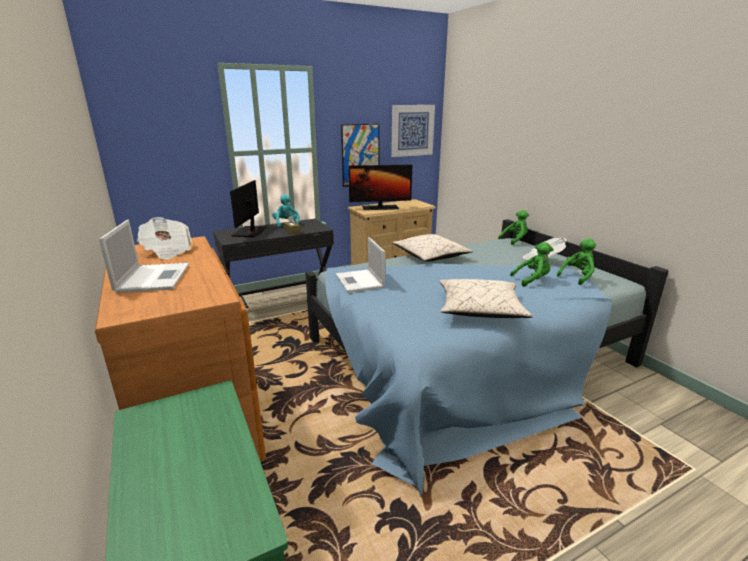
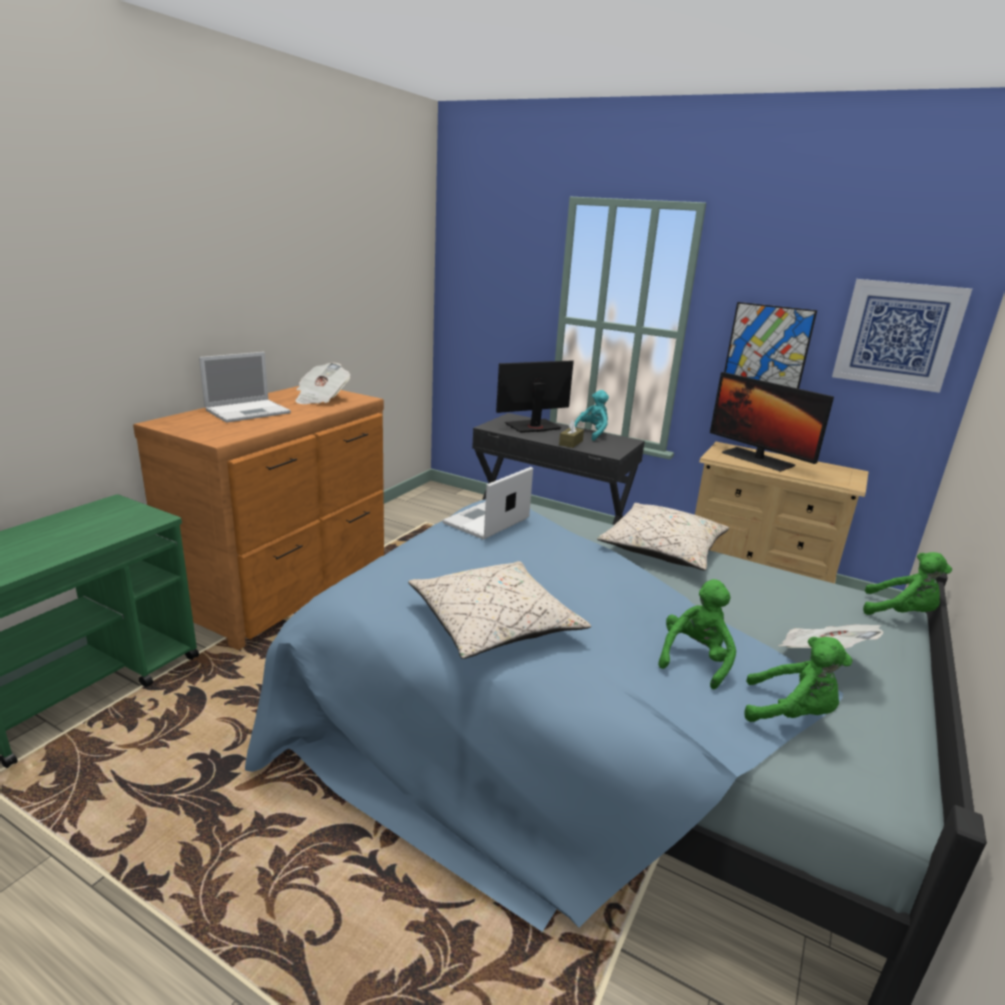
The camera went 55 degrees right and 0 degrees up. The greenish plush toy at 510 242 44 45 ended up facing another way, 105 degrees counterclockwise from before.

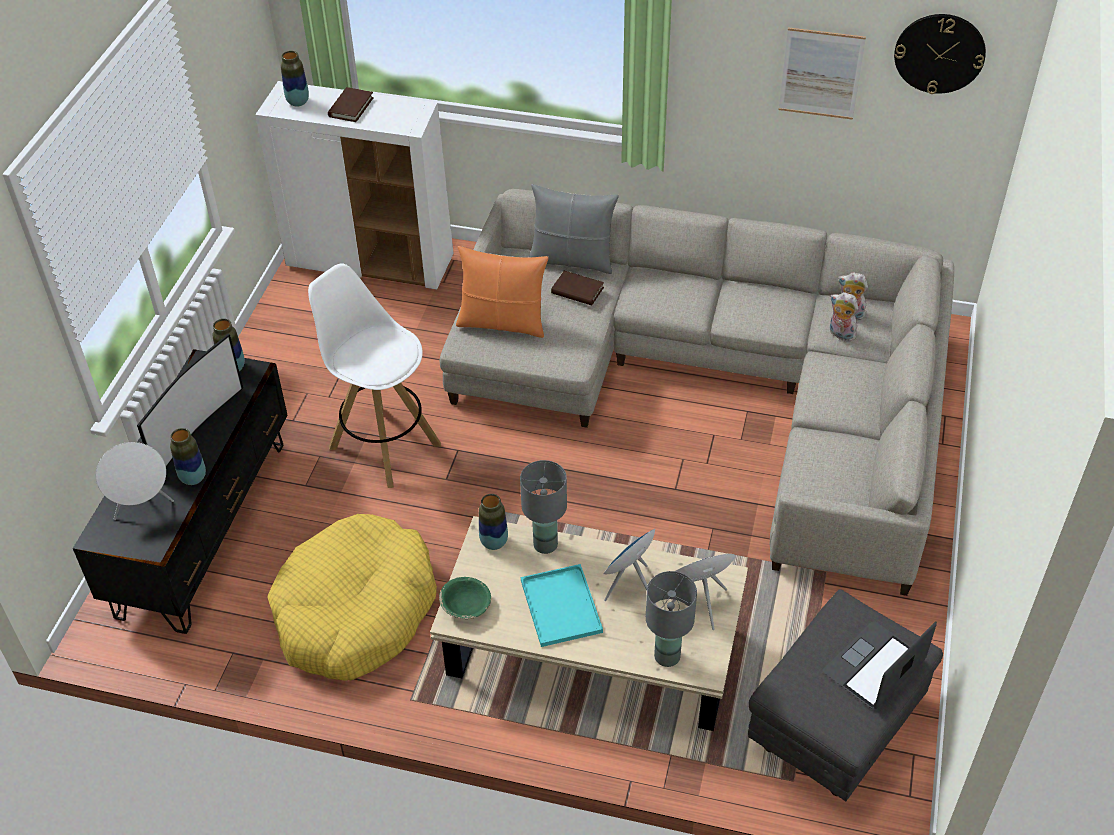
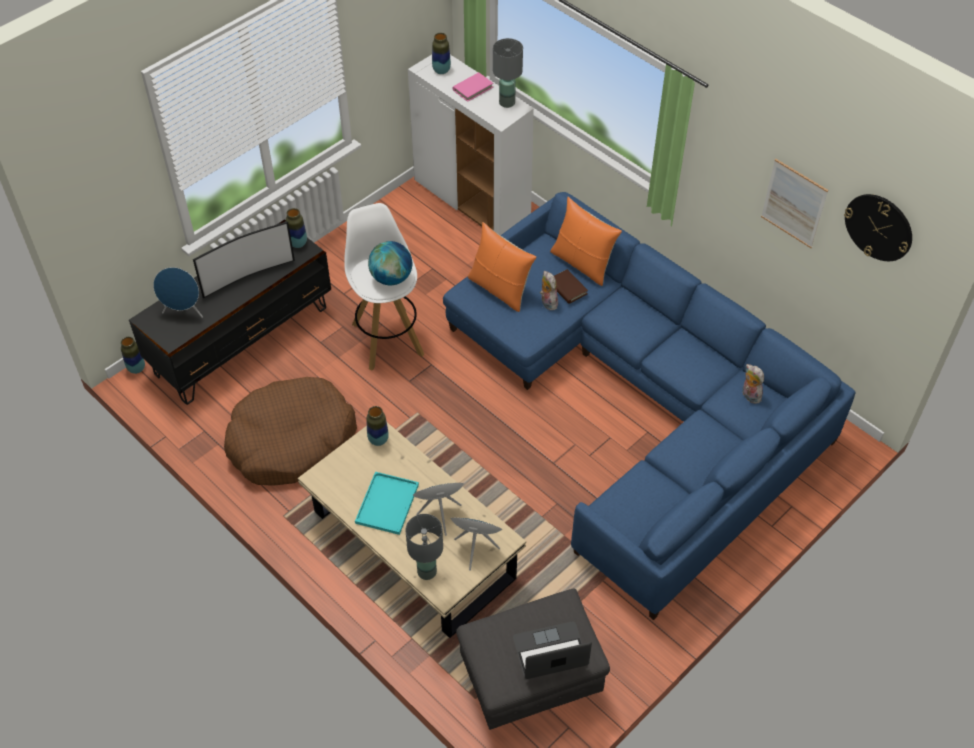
The camera went 30 degrees right and 5 degrees up. The second view lost the greenish bowl at 439 577 52 42. The second view gained the desk globe at 368 241 44 44. The vase ended up elsewhere, having gone from 170 428 36 57 to 121 337 24 37. The greyish tabletop lamp ended up elsewhere, having gone from 520 460 47 94 to 493 38 30 70. The plush toy ended up elsewhere, having gone from 830 292 29 50 to 540 271 18 39. What was the white-coloured audio speaker at 96 442 78 78 turned into the blue audio speaker at 153 267 50 51. What was the yellowish dog bed at 267 514 170 167 turned into the brownish dog bed at 224 377 133 109. What was the brownish volume at 328 87 46 35 turned into the pink volume at 453 72 40 30. What was the beige-coloured settee at 439 189 515 407 turned into the blue settee at 443 192 413 428. What was the greyish cushion at 529 184 90 90 turned into the orange cushion at 550 197 72 89.

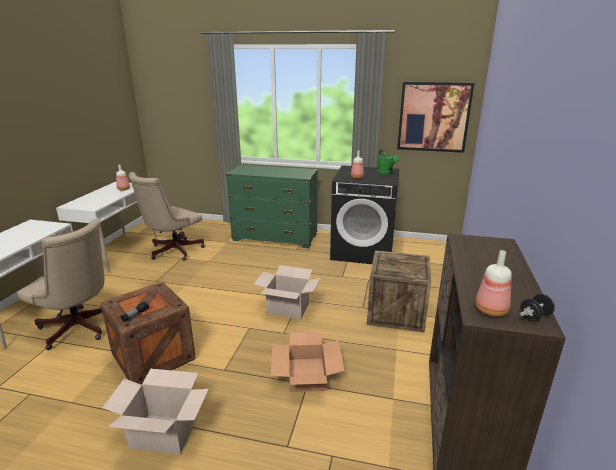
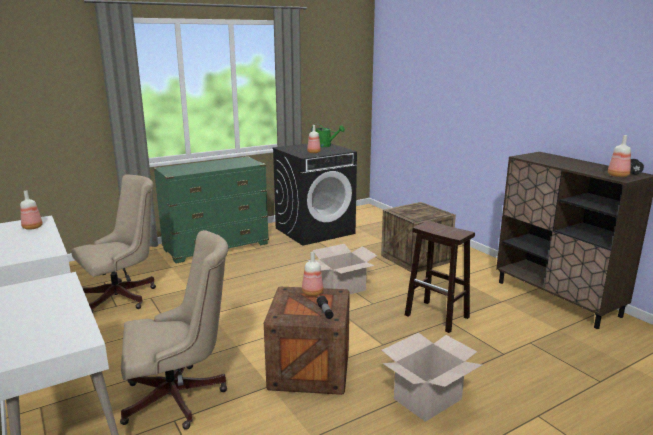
The camera went 45 degrees left and 5 degrees down. The second view lost the picture at 397 82 77 71. The second view gained the bottle at 302 251 22 45. Where the cardboard box stood at 271 332 73 60, the brownish stool seat came to stand at 405 221 70 112. The beige-coloured computer chair at 129 172 76 89 ended up facing another way, 120 degrees counterclockwise from before.

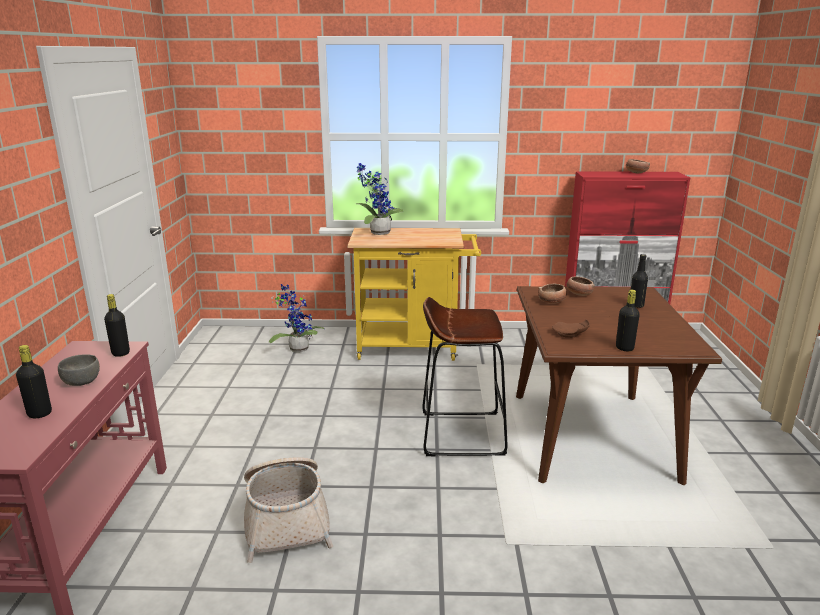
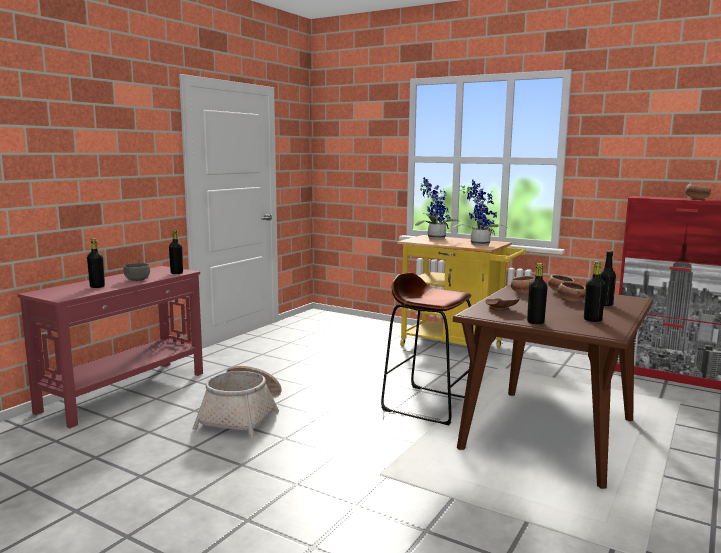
The camera went 30 degrees right and 10 degrees down. The second view gained the bowl at 557 282 29 20. The second view gained the black-coloured bottle at 584 261 22 61. The plant in a pot ended up elsewhere, having gone from 269 284 56 68 to 451 179 57 67.

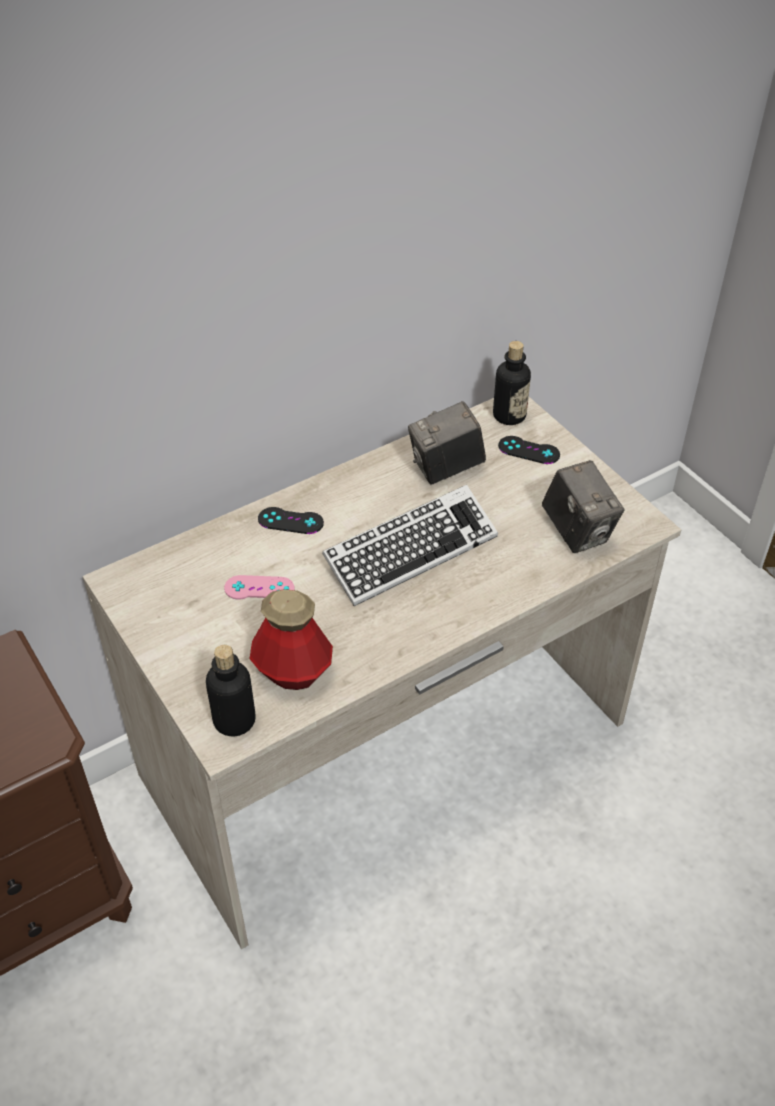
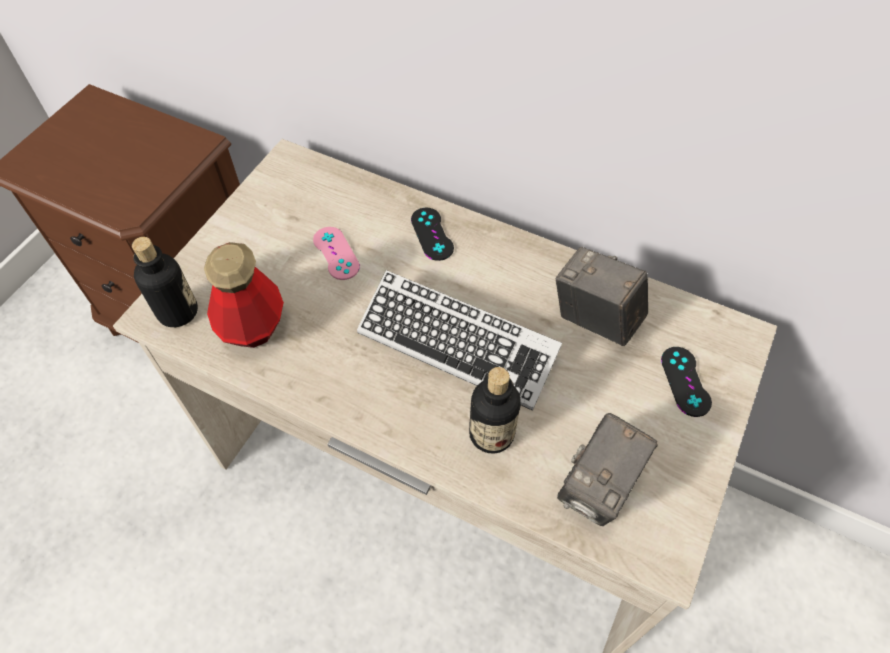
The camera went 60 degrees right and 10 degrees up. The bottle ended up elsewhere, having gone from 493 341 38 84 to 469 367 51 87.

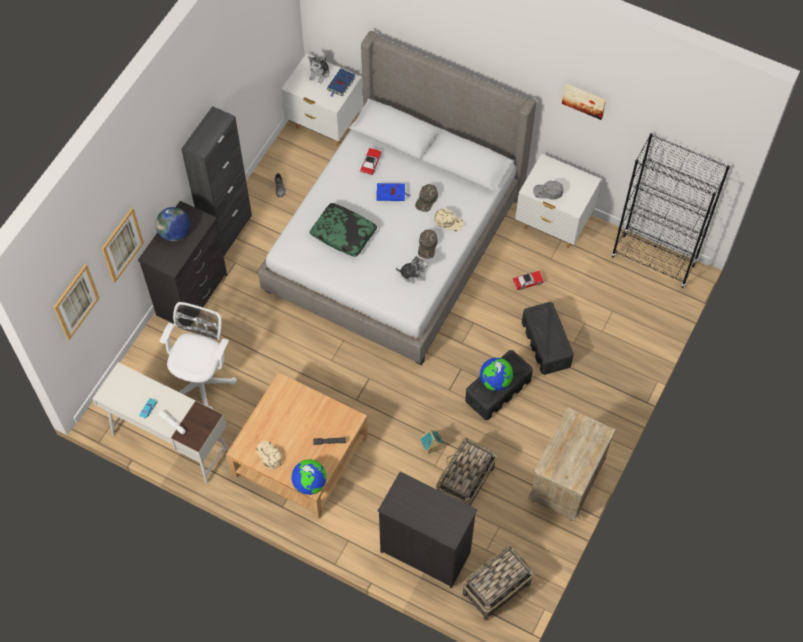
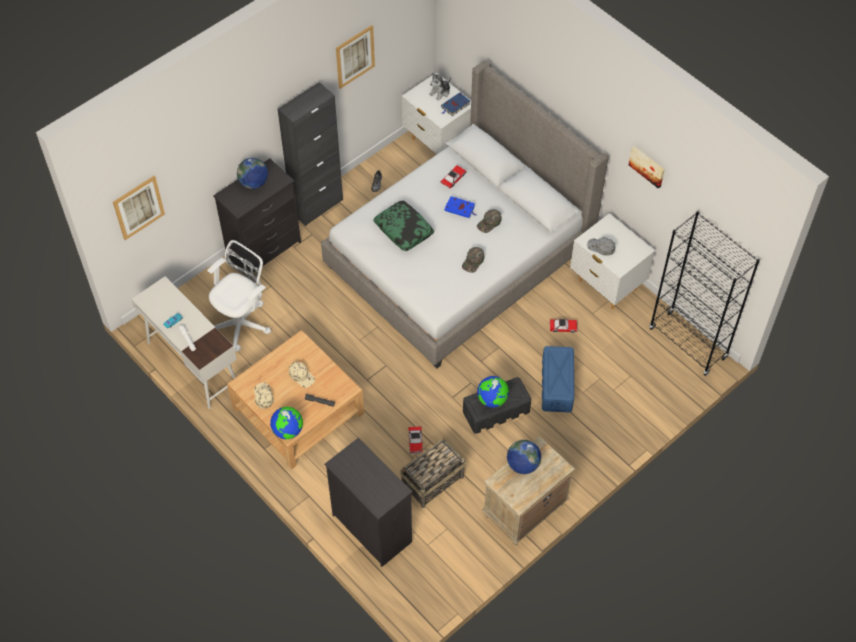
The camera went 20 degrees right and 5 degrees down. The second view lost the plush toy at 396 256 32 27. The second view lost the storage basket at 463 545 71 75. The second view gained the desk globe at 507 440 34 34. The picture ended up elsewhere, having gone from 101 207 43 76 to 336 25 39 64. The beige-coloured cap ended up elsewhere, having gone from 434 208 30 23 to 289 362 26 26. Where the model house stood at 420 429 24 25, the miniature car came to stand at 408 427 15 27. What was the black-coloured storage bin at 522 302 52 73 turned into the blue storage bin at 542 346 32 66.

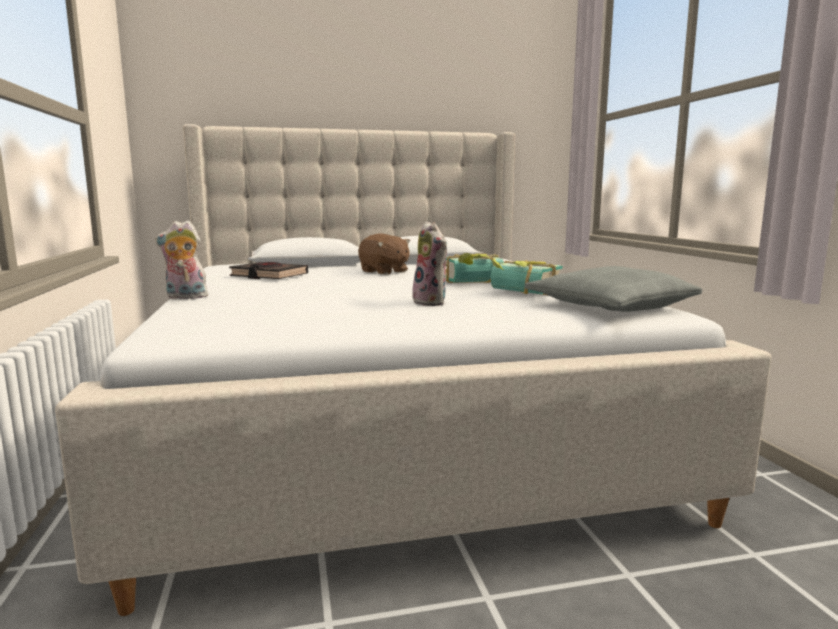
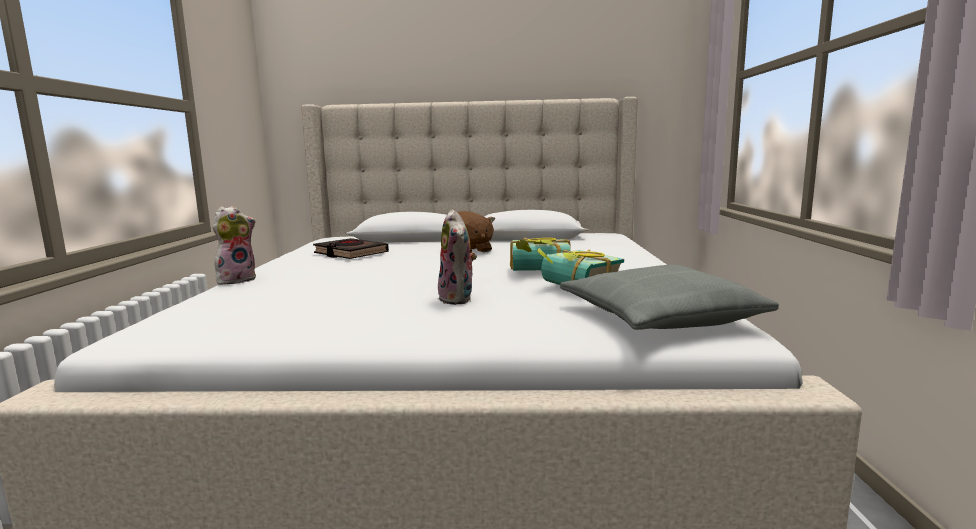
The camera went 15 degrees right and 0 degrees up. The plush toy at 155 220 53 79 ended up facing another way, 120 degrees clockwise from before.

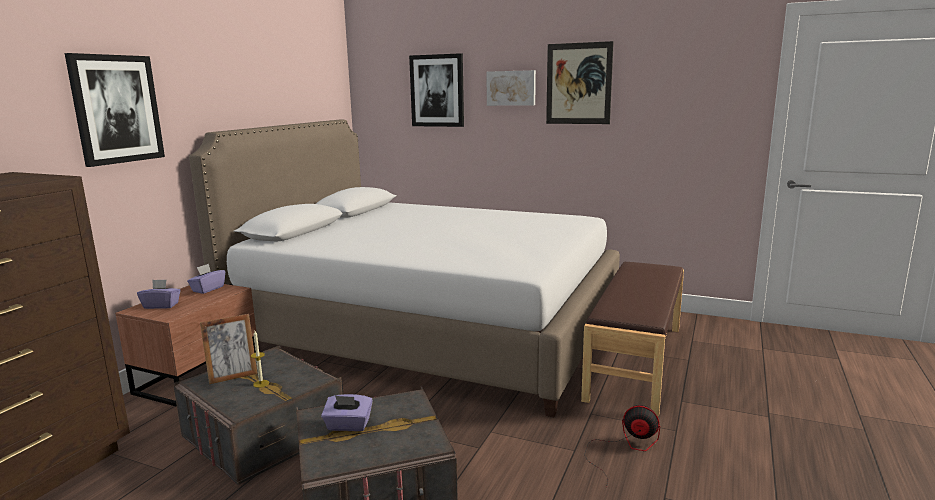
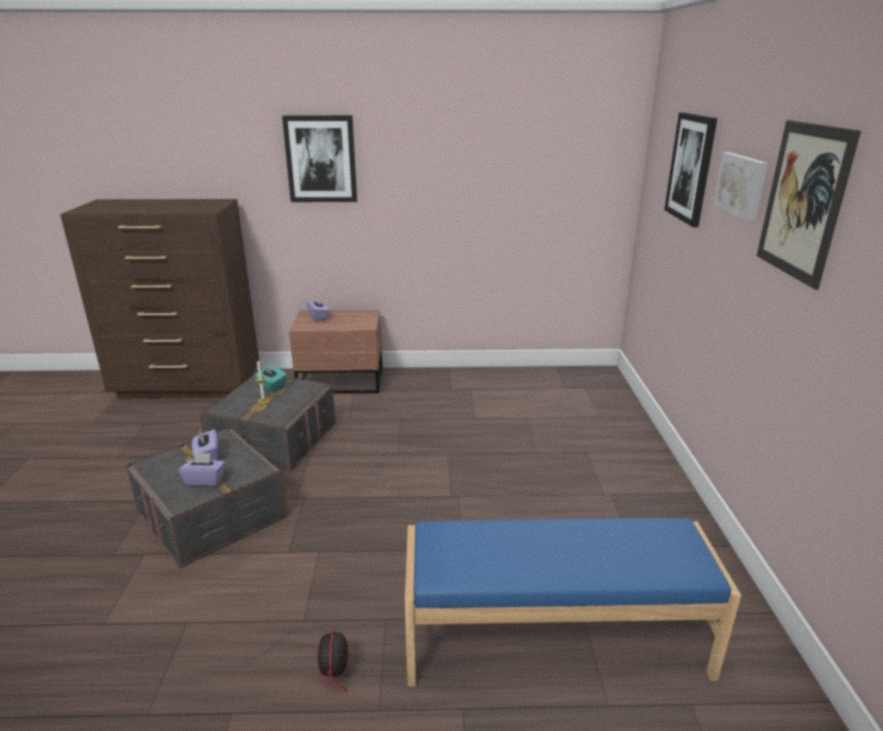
The camera went 65 degrees right and 10 degrees up. The second view lost the white-coloured sleeping bed at 189 120 431 297. The purple-coloured tissue box ended up elsewhere, having gone from 187 264 38 30 to 178 453 47 33. Where the picture frame stood at 200 314 58 70, the blue-green tissue box came to stand at 254 366 33 26. What was the brownish bench at 581 262 103 154 turned into the blue bench at 405 518 336 169.

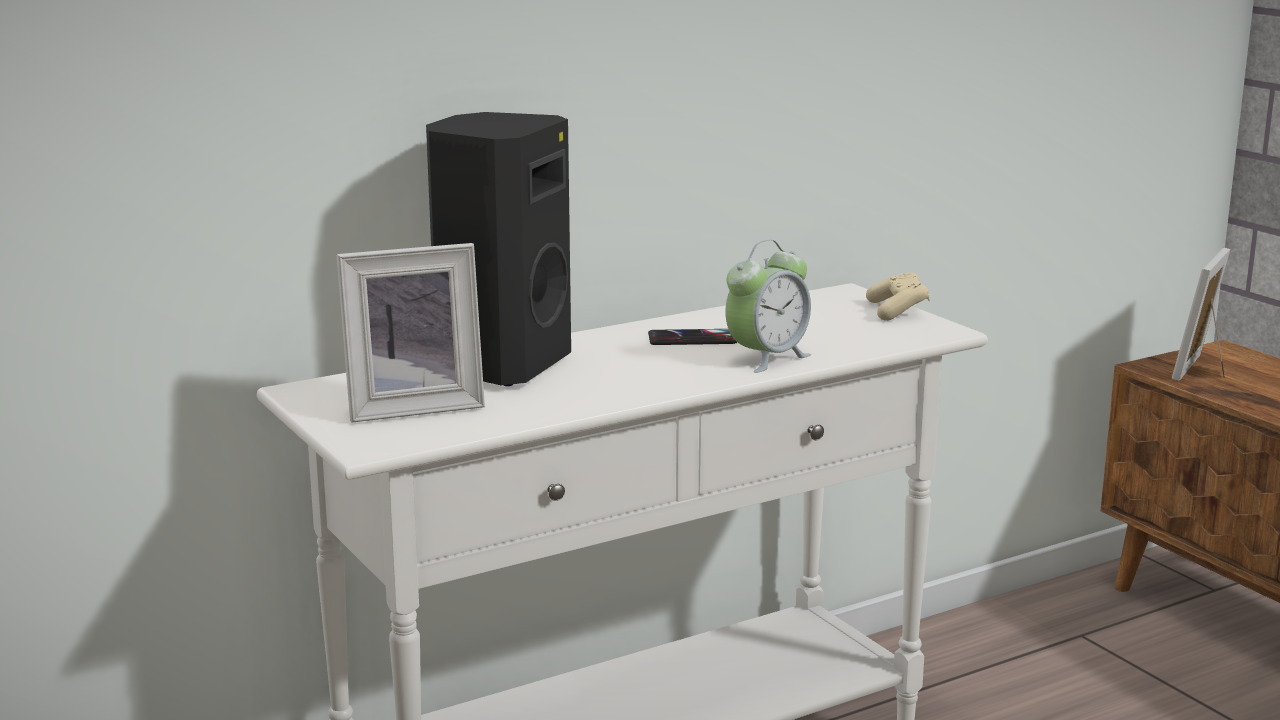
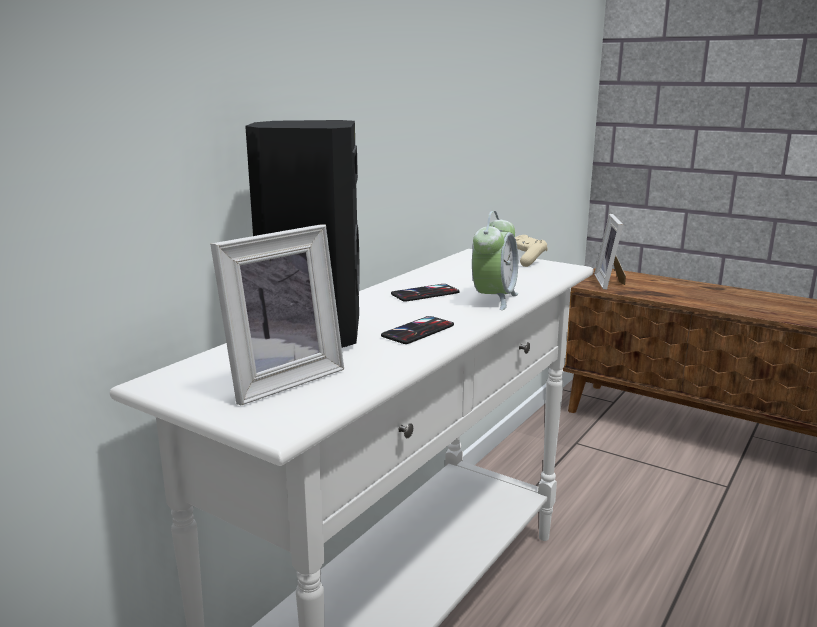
The camera went 25 degrees left and 0 degrees up. The second view gained the handset at 381 316 73 28.

